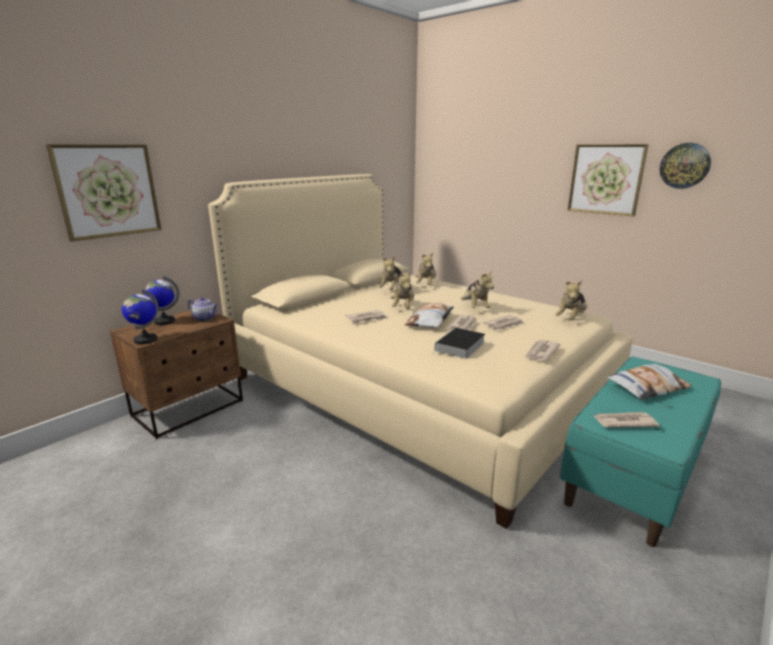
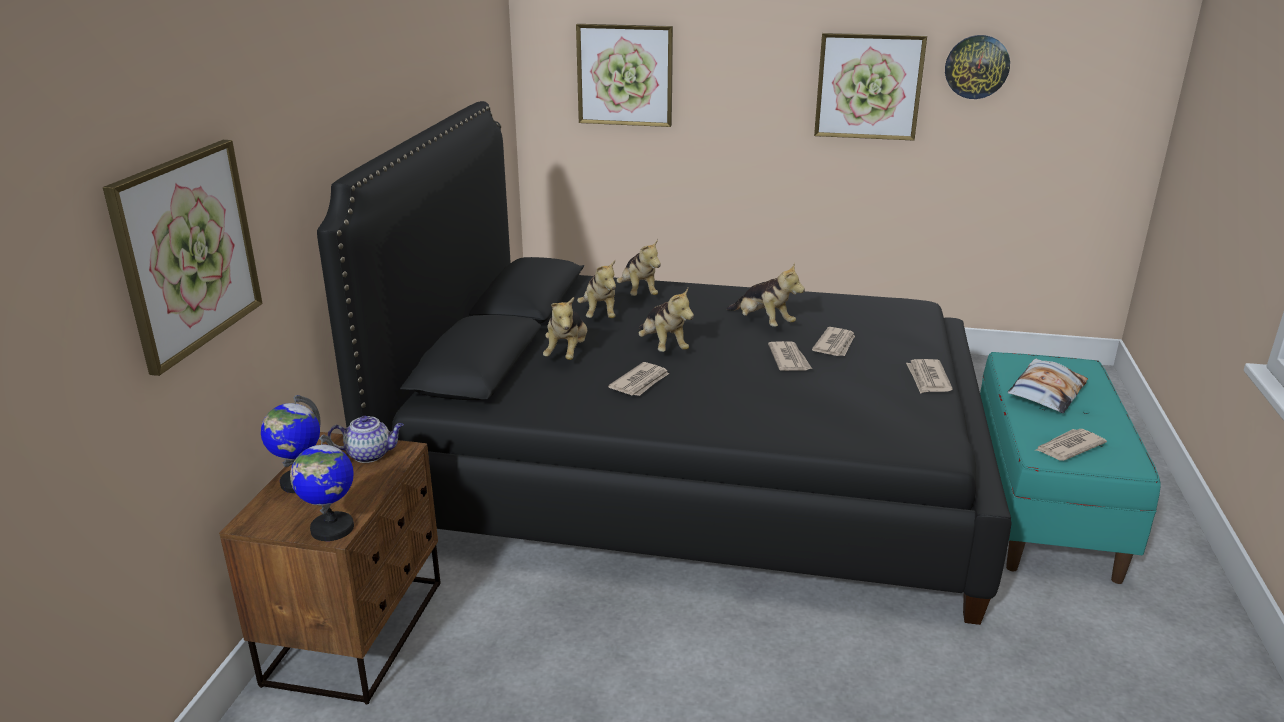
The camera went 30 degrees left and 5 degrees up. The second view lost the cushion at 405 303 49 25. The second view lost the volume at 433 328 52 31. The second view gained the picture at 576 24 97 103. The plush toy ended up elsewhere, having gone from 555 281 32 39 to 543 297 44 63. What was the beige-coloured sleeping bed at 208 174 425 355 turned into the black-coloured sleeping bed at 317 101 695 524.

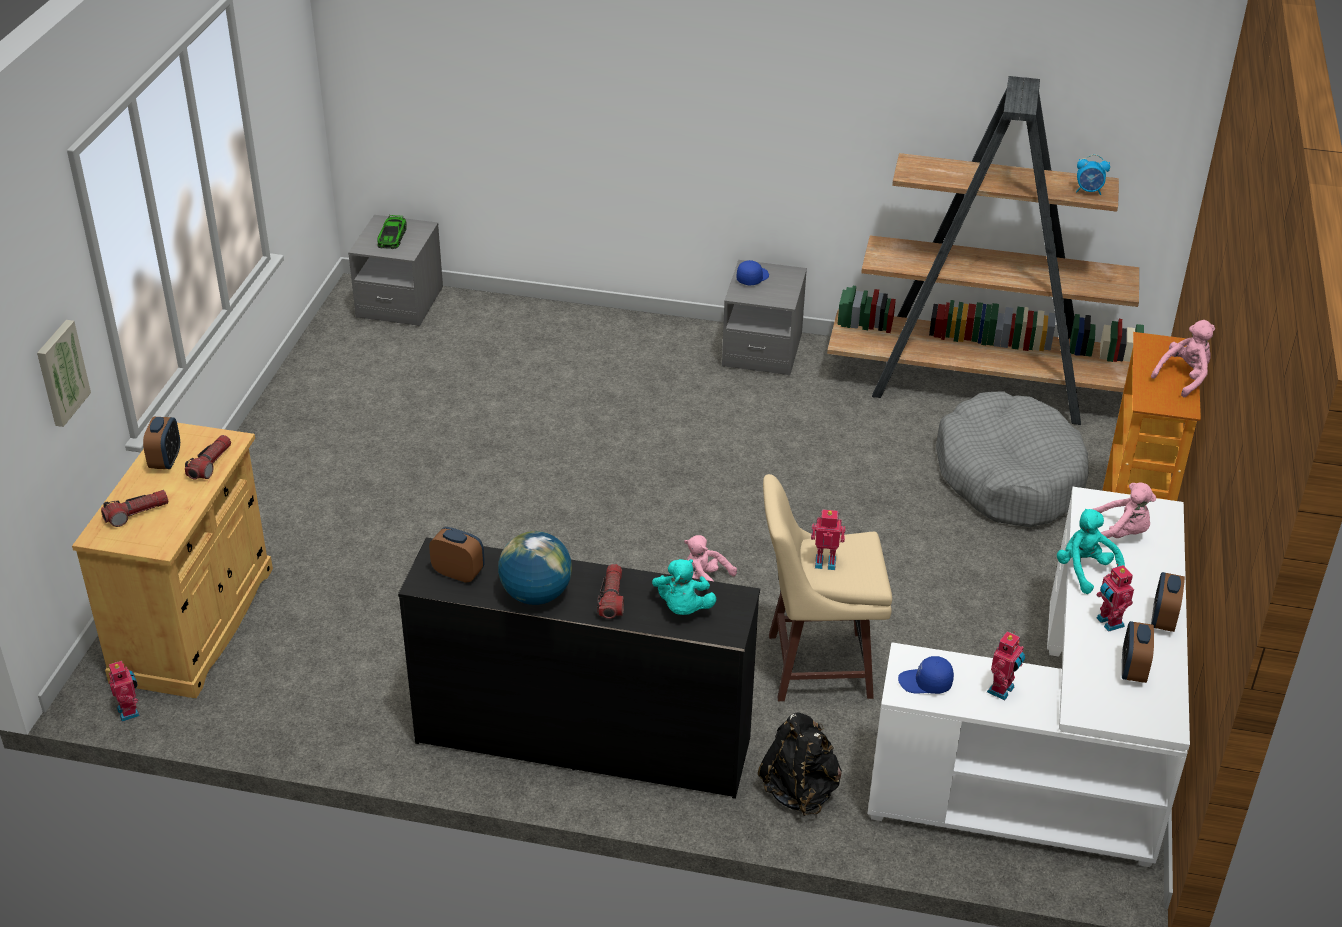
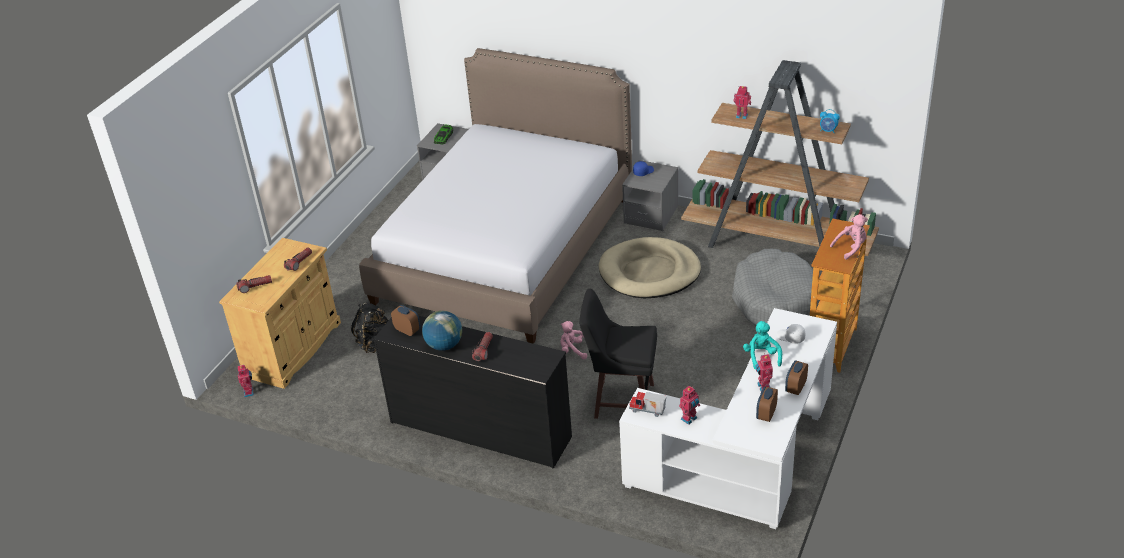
The camera went 15 degrees right and 0 degrees up. The second view lost the picture at 37 320 54 107. The second view lost the alarm clock at 143 417 37 52. The second view lost the blue-green plush toy at 652 559 64 56. The second view gained the sleeping bed at 359 48 273 296. The second view gained the beige-coloured dog bed at 598 237 103 61. The black-coloured backpack ended up elsewhere, having gone from 758 712 84 104 to 351 302 38 51. The model robot ended up elsewhere, having gone from 811 509 35 61 to 734 86 17 33. Where the blue cap stood at 898 656 56 38, the toy lorry came to stand at 629 392 37 25. Where the pink plush toy stood at 1093 483 63 55, the white-coloured cap came to stand at 777 324 28 20. What was the beige-coloured stool seat at 763 474 129 227 turned into the black-coloured stool seat at 579 289 78 130.

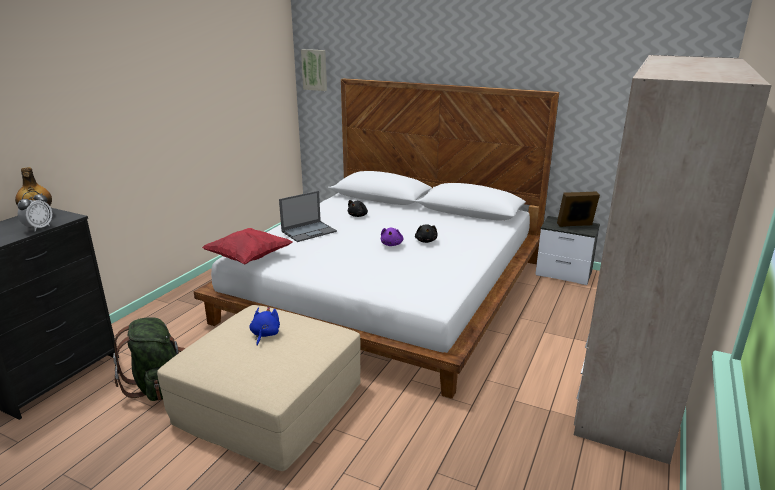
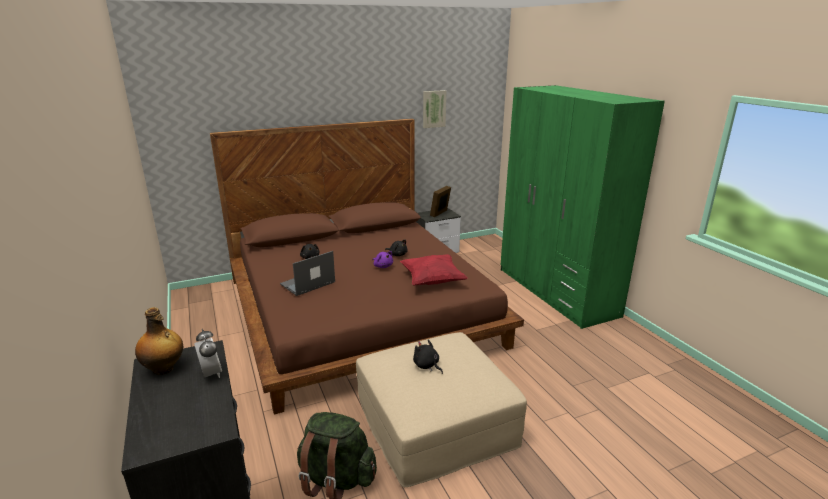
The camera went 50 degrees left and 0 degrees up. The red-coloured cushion ended up elsewhere, having gone from 202 228 90 37 to 400 254 68 32. The picture ended up elsewhere, having gone from 301 49 26 42 to 423 90 23 38. What was the white-coloured sleeping bed at 193 78 366 321 turned into the brownish sleeping bed at 210 119 314 295. What was the blue plush toy at 250 306 30 40 turned into the black-coloured plush toy at 413 340 30 34. What was the beige-coloured wardrobe at 574 55 198 409 turned into the greenish wardrobe at 501 85 164 244. The portable computer at 279 191 58 51 ended up facing another way, 135 degrees counterclockwise from before.

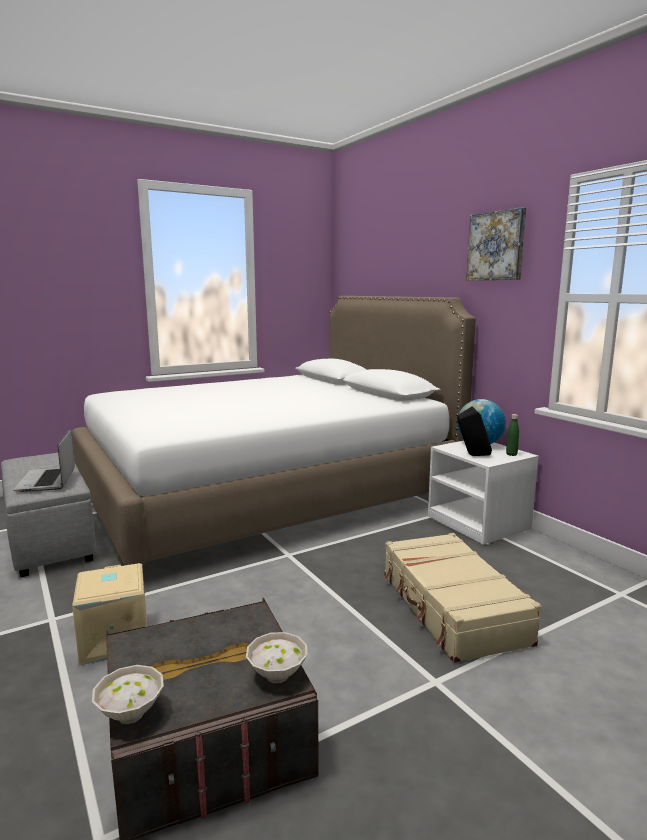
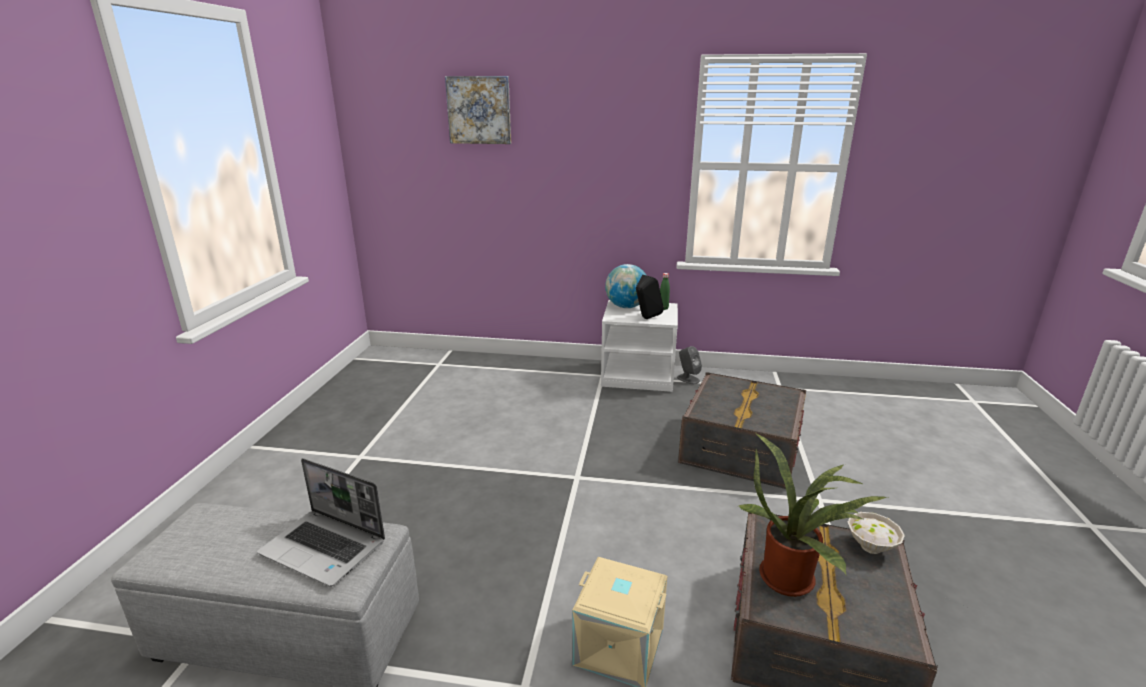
The camera went 50 degrees left and 10 degrees up. The second view lost the white-coloured sleeping bed at 72 296 404 272. The second view lost the white-coloured bowl at 92 665 72 59. The second view gained the greyish audio speaker at 677 346 25 38. The second view gained the plant in a pot at 739 434 149 163. The picture ended up elsewhere, having gone from 466 207 60 74 to 445 76 66 68. Where the beige-coloured piece of luggage stood at 384 533 158 130, the greyish storage bin came to stand at 678 372 128 117.

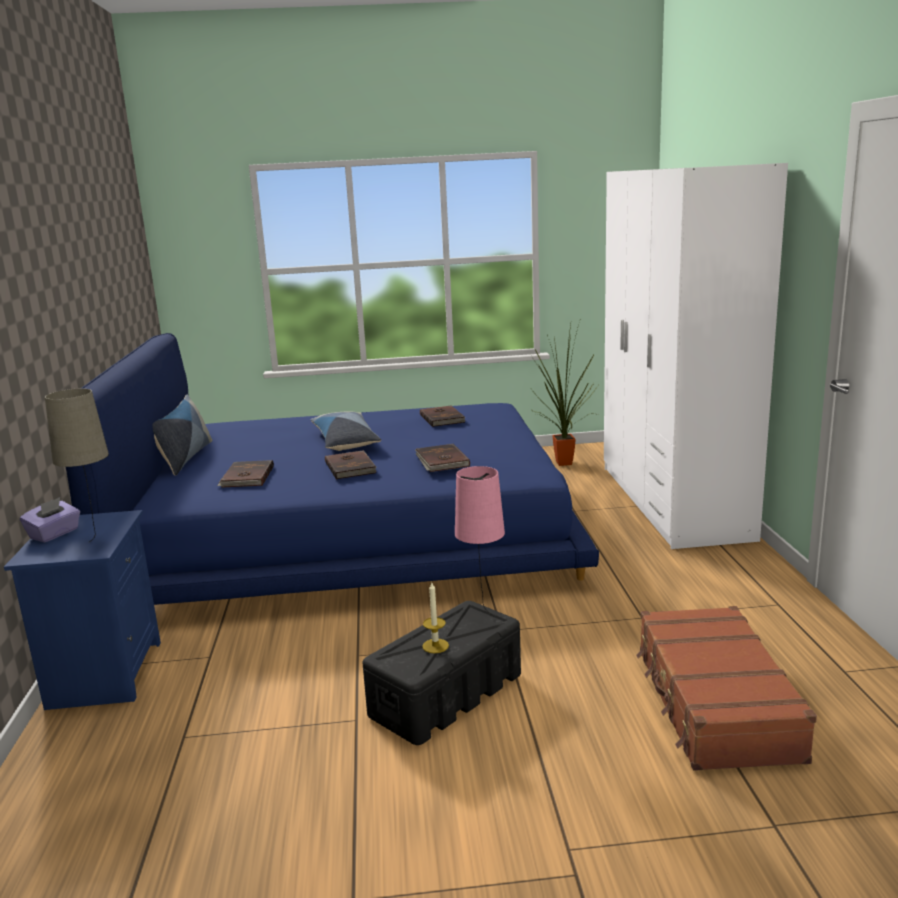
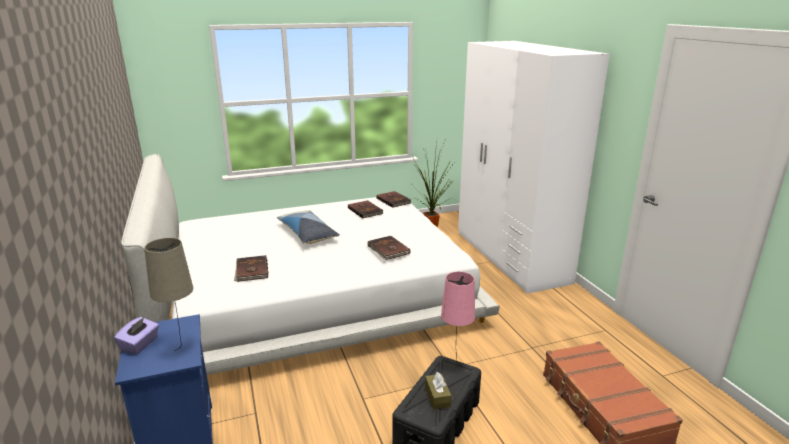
The camera went 15 degrees left and 5 degrees up. The second view lost the cushion at 152 395 60 80. The brownish volume ended up elsewhere, having gone from 325 450 52 30 to 376 191 35 17. Where the candle stood at 422 583 27 70, the brownish tissue box came to stand at 425 372 26 37. What was the blue sleeping bed at 66 333 533 272 turned into the white-coloured sleeping bed at 121 154 379 221.

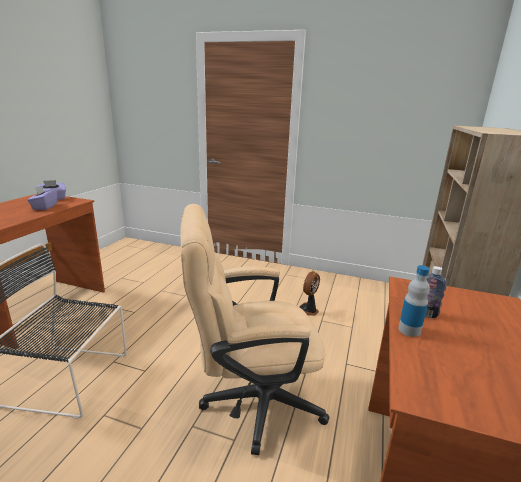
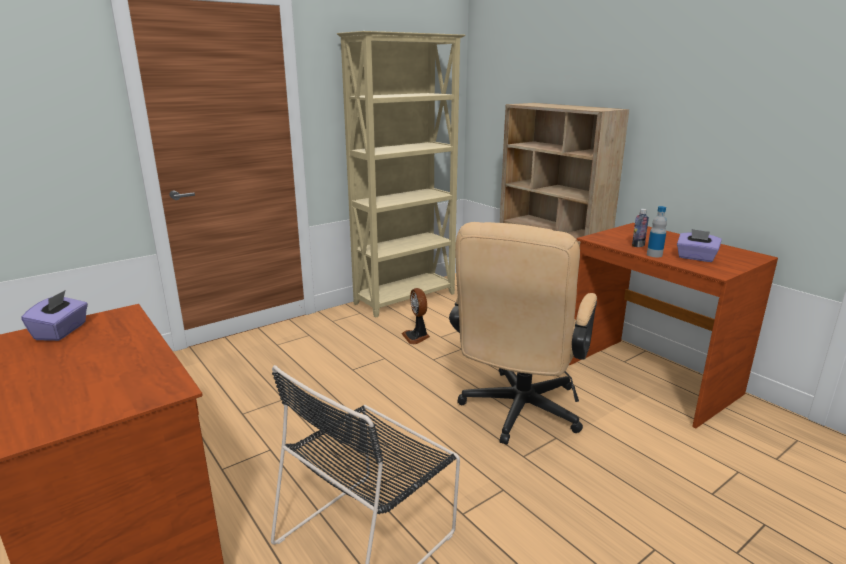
The camera went 55 degrees left and 0 degrees up. The second view gained the beige-coloured shelving unit at 337 31 129 287. The purple-coloured tissue box ended up elsewhere, having gone from 27 185 30 25 to 677 229 45 33.

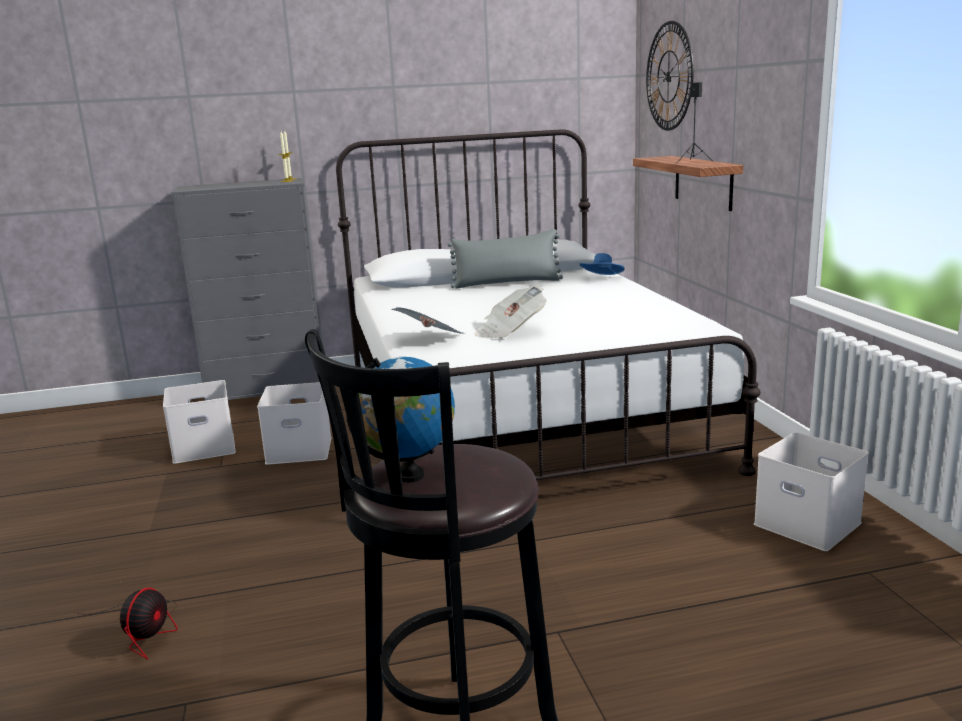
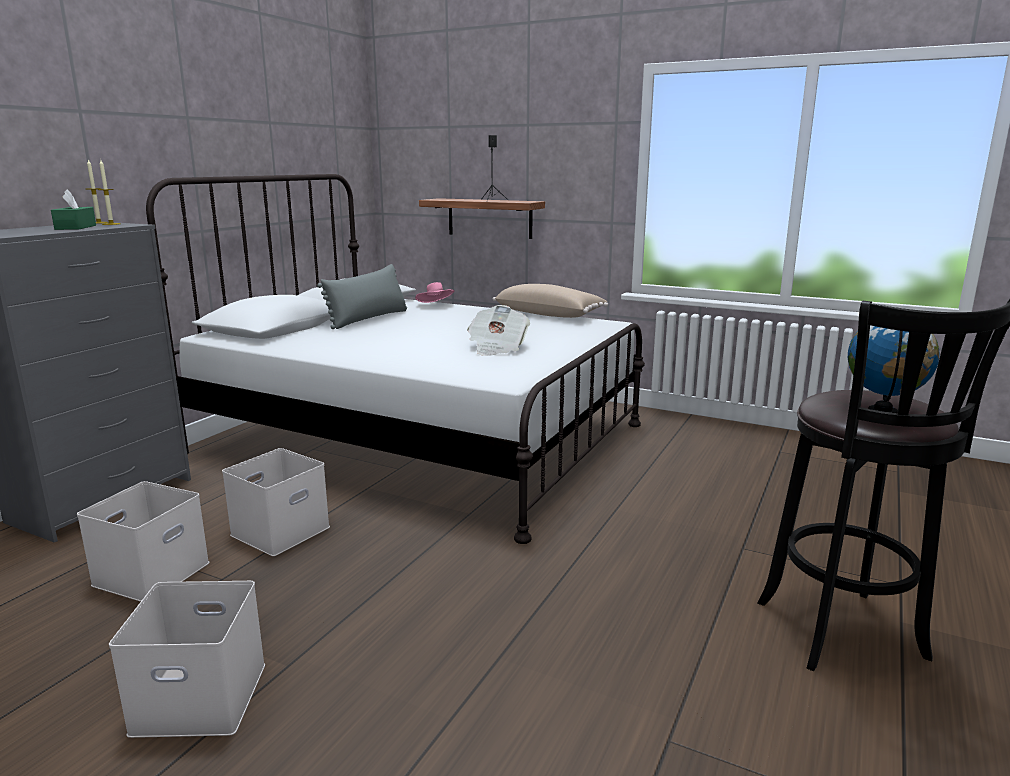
The camera went 50 degrees left and 0 degrees up. The second view lost the electric fan at 78 588 99 71. The second view lost the printed paper at 391 307 73 27. The second view lost the clock on the wall at 646 21 48 110. The second view gained the greenish tissue box at 51 189 45 41. The second view gained the beige-coloured cushion at 493 284 115 34. The white-coloured storage bin ended up elsewhere, having gone from 754 432 115 119 to 109 581 156 157. What was the blue clothing hat at 579 253 46 22 turned into the pink clothing hat at 415 282 39 21.

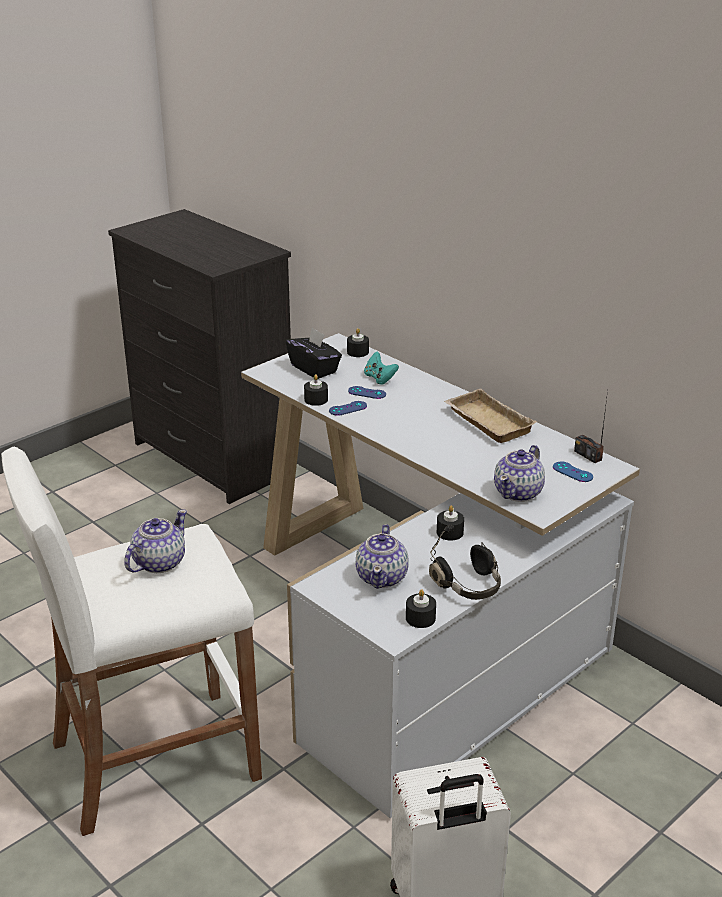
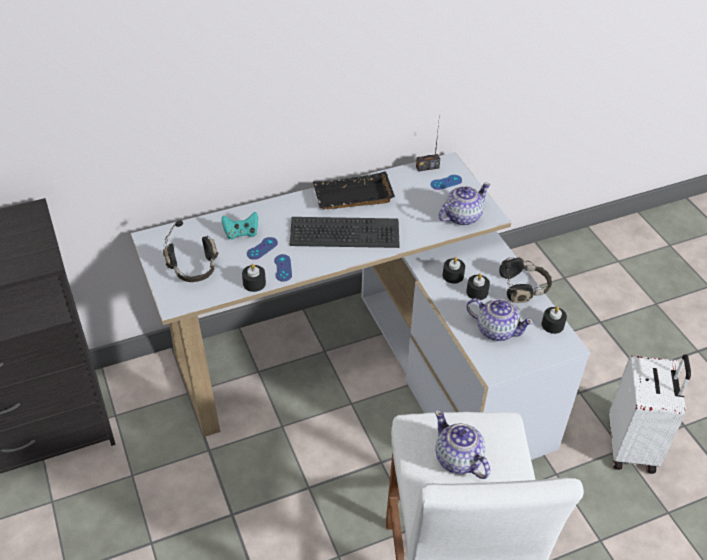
The camera went 70 degrees left and 15 degrees up. The second view gained the PC keyboard at 289 217 111 31. The black-coloured candle ended up elsewhere, having gone from 347 328 22 29 to 466 274 24 26. Where the black-coloured tissue box stood at 286 327 56 52, the black-coloured pair of headphones came to stand at 163 220 55 62. What was the beige-coloured serving tray at 444 388 93 55 turned into the black-coloured serving tray at 313 171 82 38. The pot for tea at 494 445 51 57 ended up facing another way, 90 degrees counterclockwise from before.

